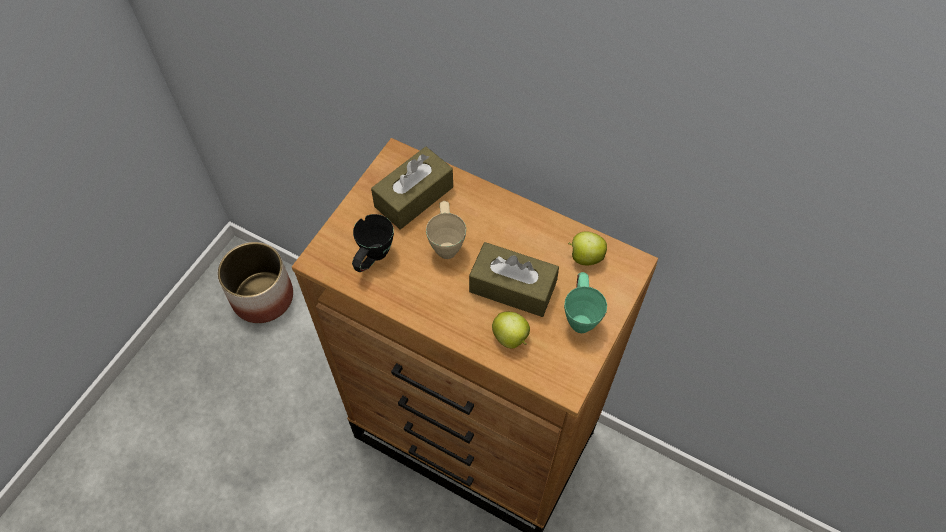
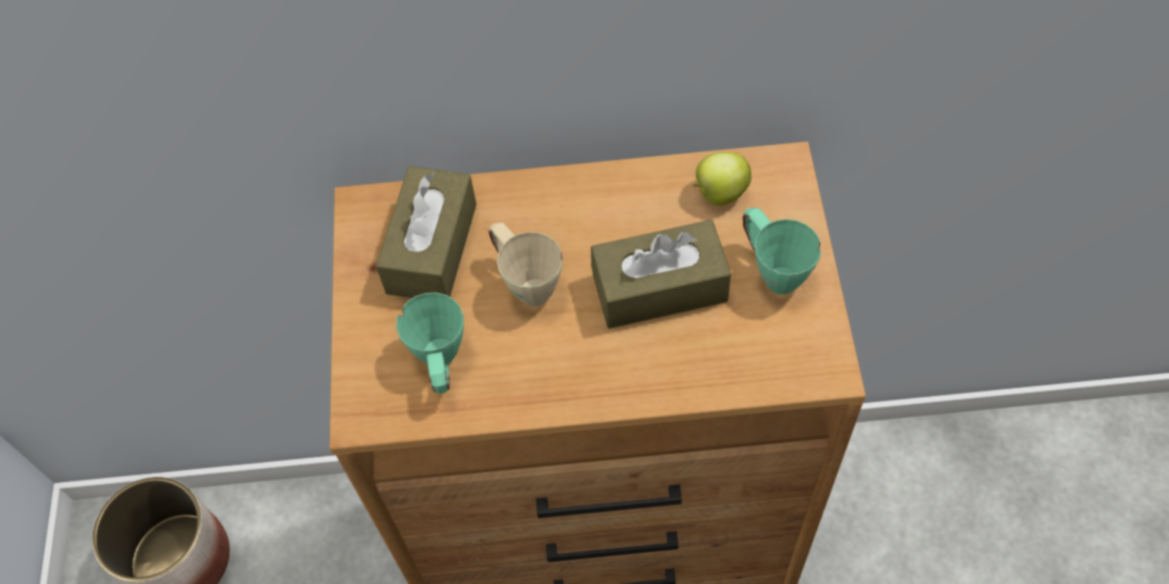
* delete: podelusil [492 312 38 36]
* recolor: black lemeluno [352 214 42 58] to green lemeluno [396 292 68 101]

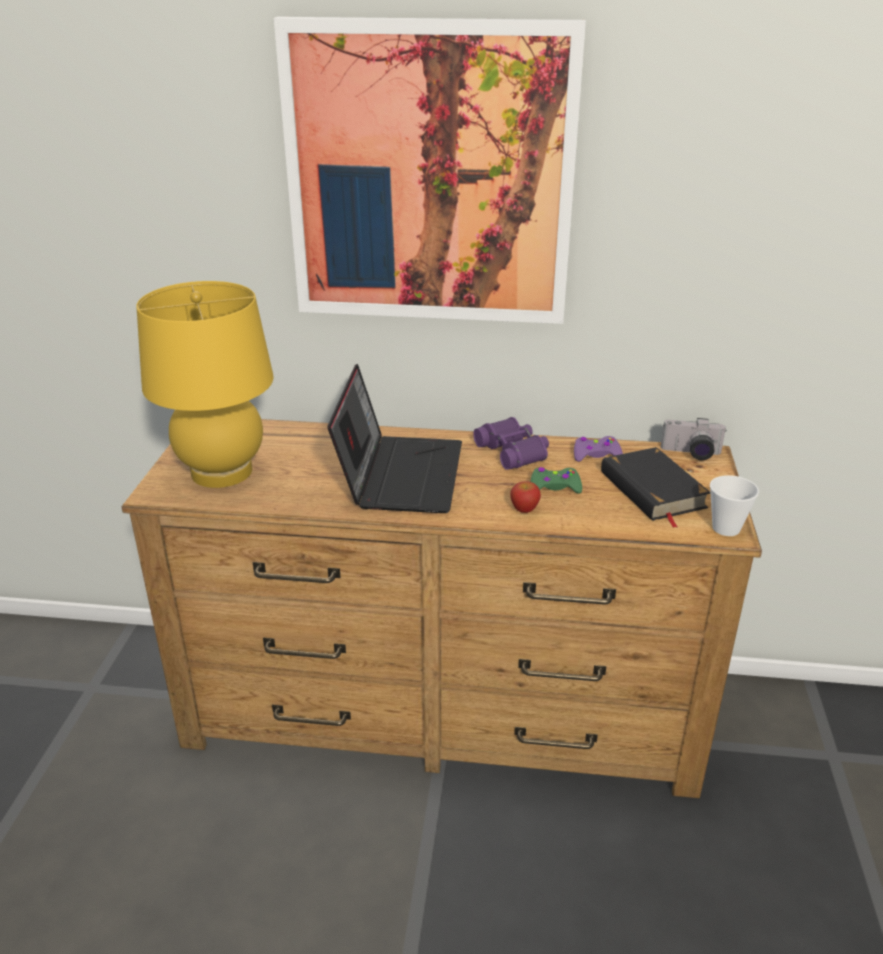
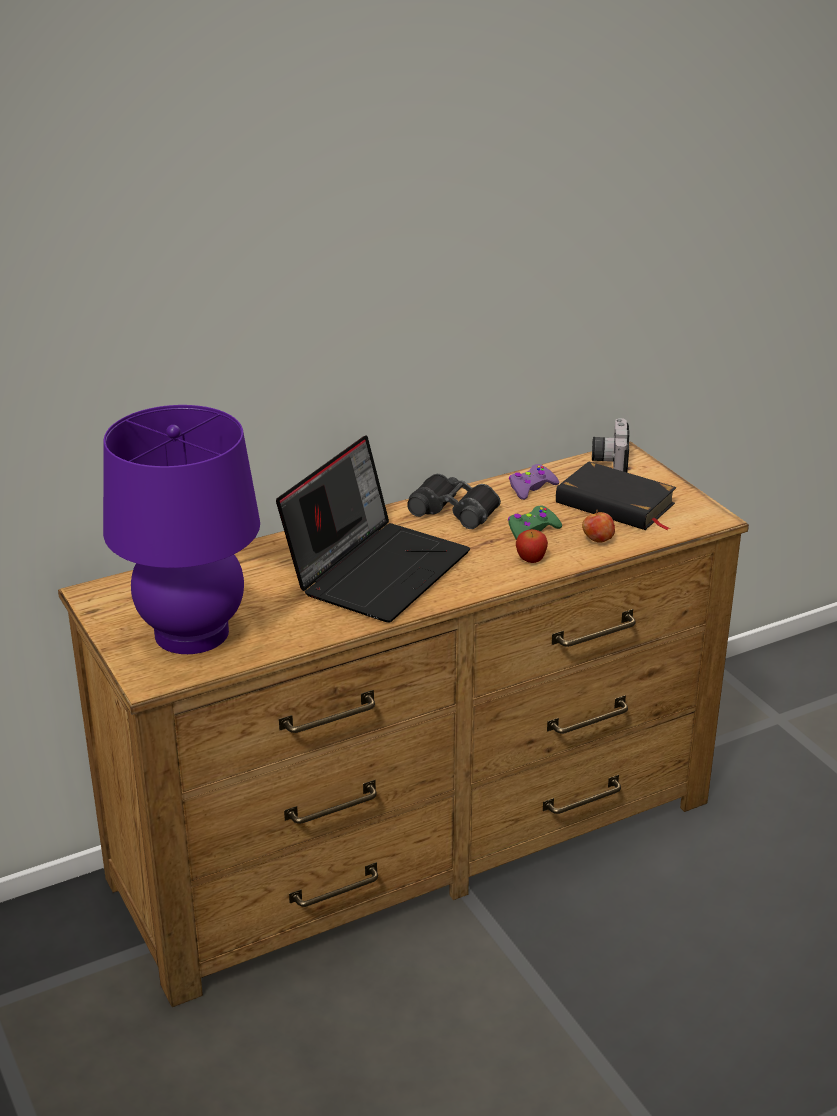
* delete: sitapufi [274 17 312 307]
* delete: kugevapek [710 475 49 61]
* insert: podelusil [582 509 33 34]
* recolor: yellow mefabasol [136 281 138 207] to purple mefabasol [103 405 157 249]
* recolor: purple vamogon [473 417 76 53] to black vamogon [407 474 94 55]
* rotate: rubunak [327 364 135 149] = [276 435 194 188] 60 degrees clockwise
* rotate: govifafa [661 418 65 42] = [592 418 37 54] 120 degrees clockwise

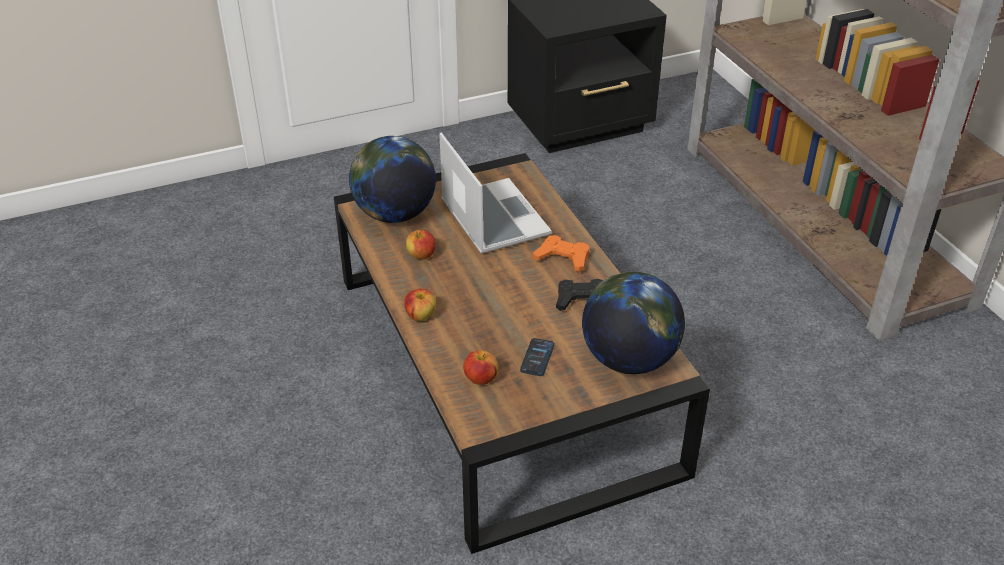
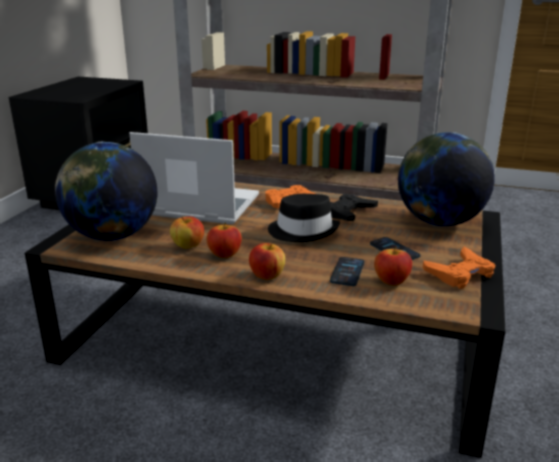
* insert: podelusil [206 222 36 36]
* insert: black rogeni [268 194 72 48]
* insert: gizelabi [330 257 34 29]
* insert: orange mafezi [423 247 72 42]

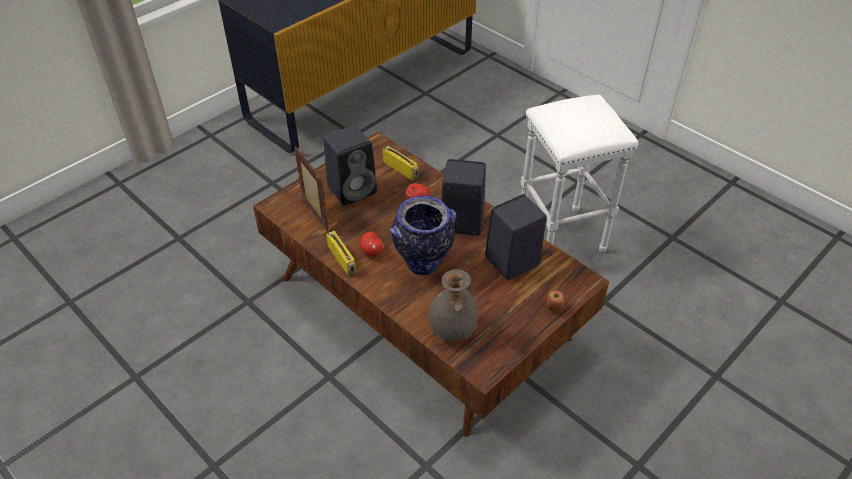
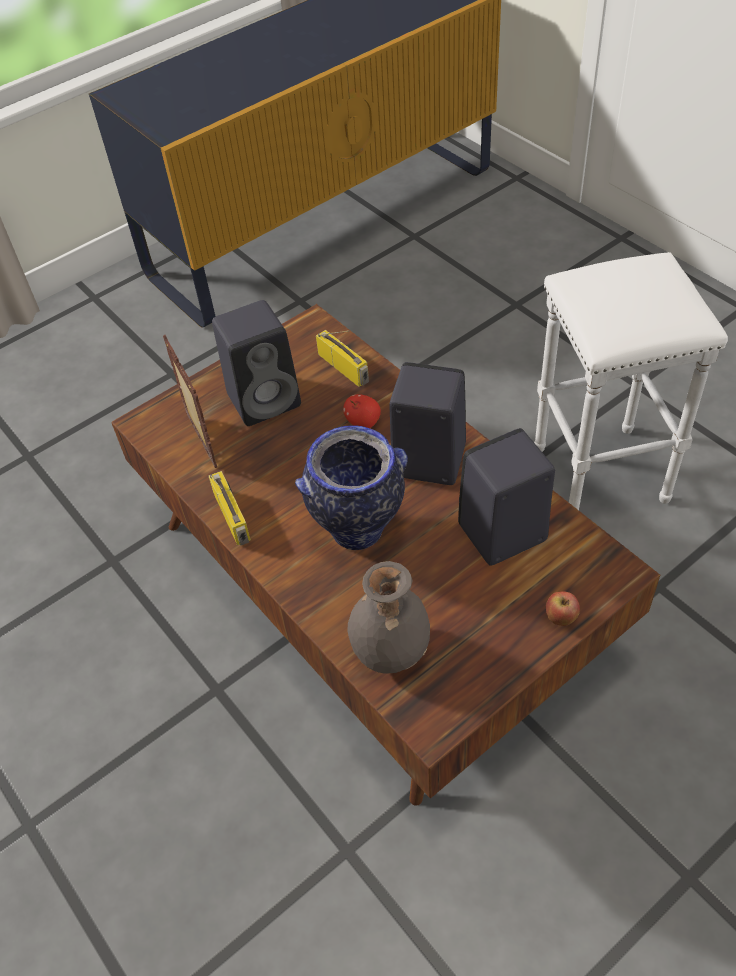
* delete: podelusil [360 232 24 24]

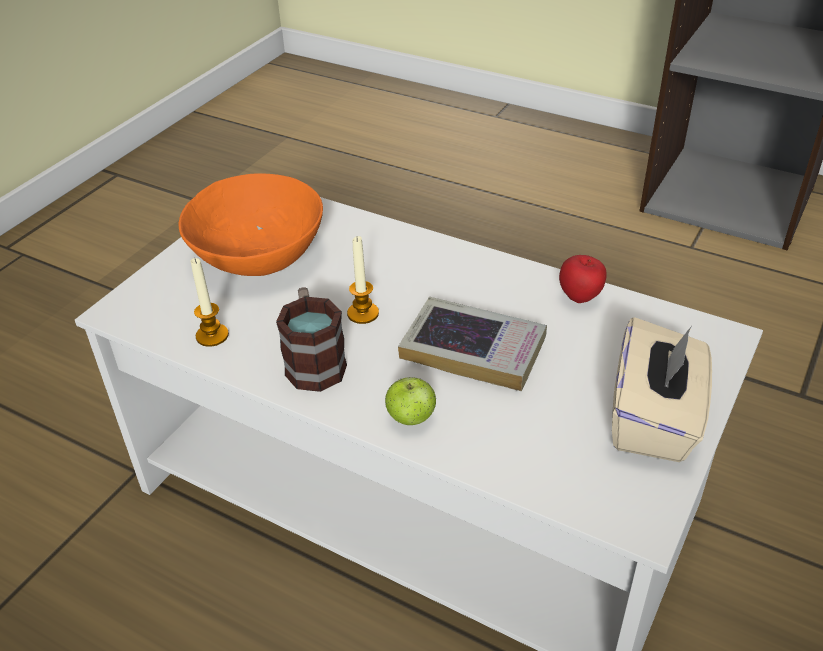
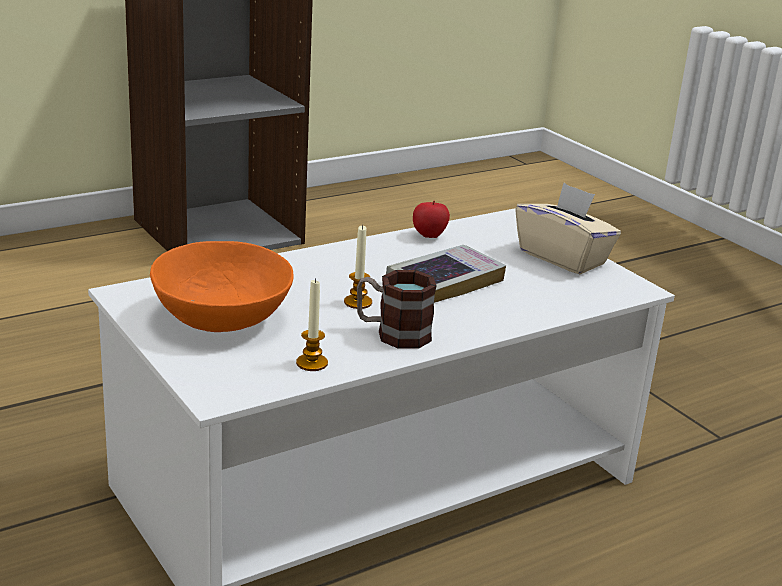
* delete: podelusil [385 377 51 48]

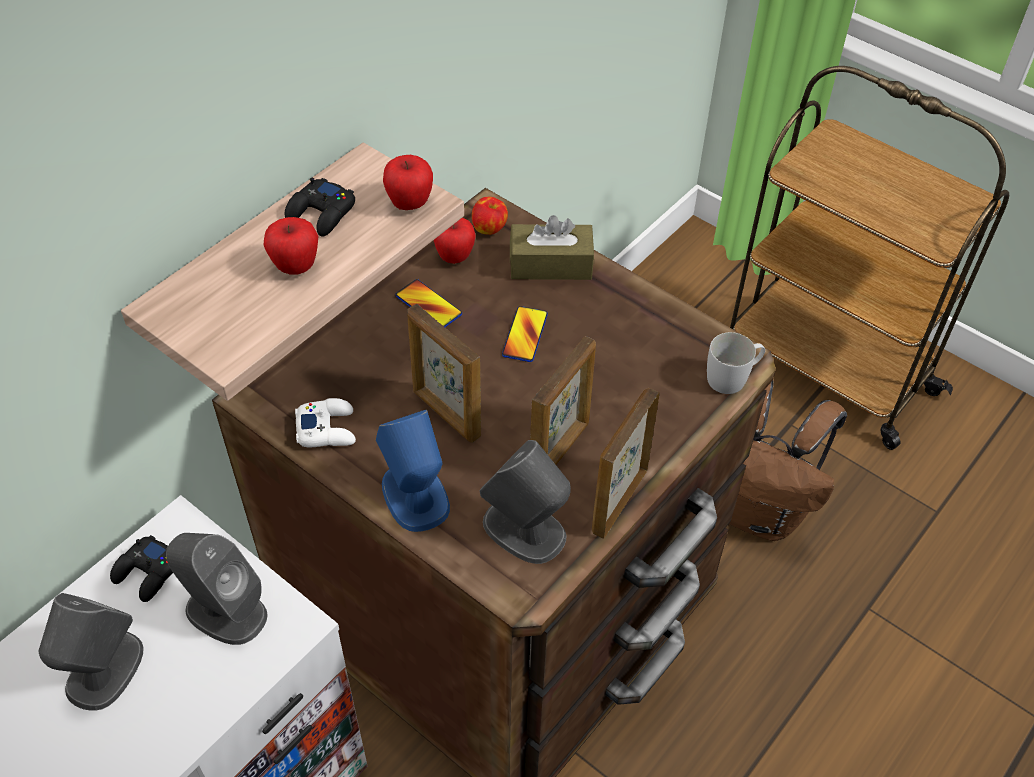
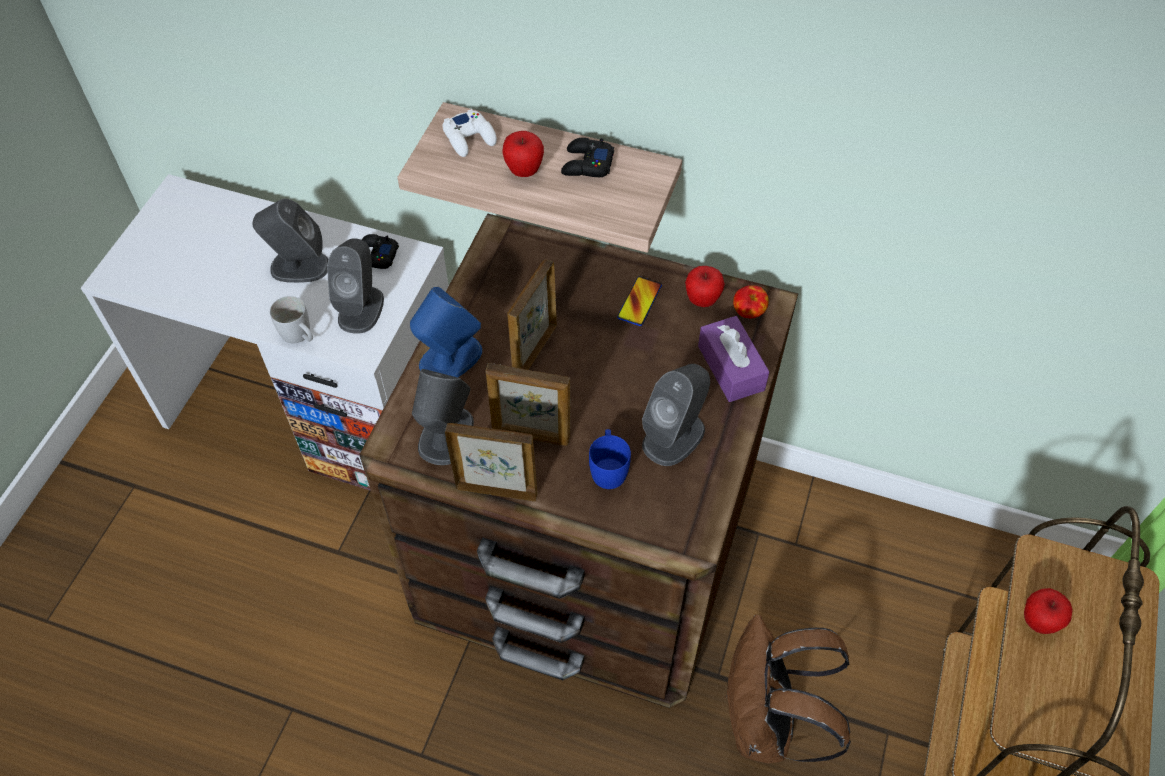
* delete: gizelabi [502 306 46 56]
* insert: blue lemeluno [589 429 42 60]
* insert: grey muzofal [642 364 68 102]
* move: white mafezi [295 398 61 49] to [442 109 55 48]
* move: podelusil [383 155 50 55] to [1024 588 49 46]
* move: white lemeluno [707 332 58 62] to [270 296 43 47]
* recolor: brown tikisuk [510 215 84 65] to purple tikisuk [698 316 71 86]

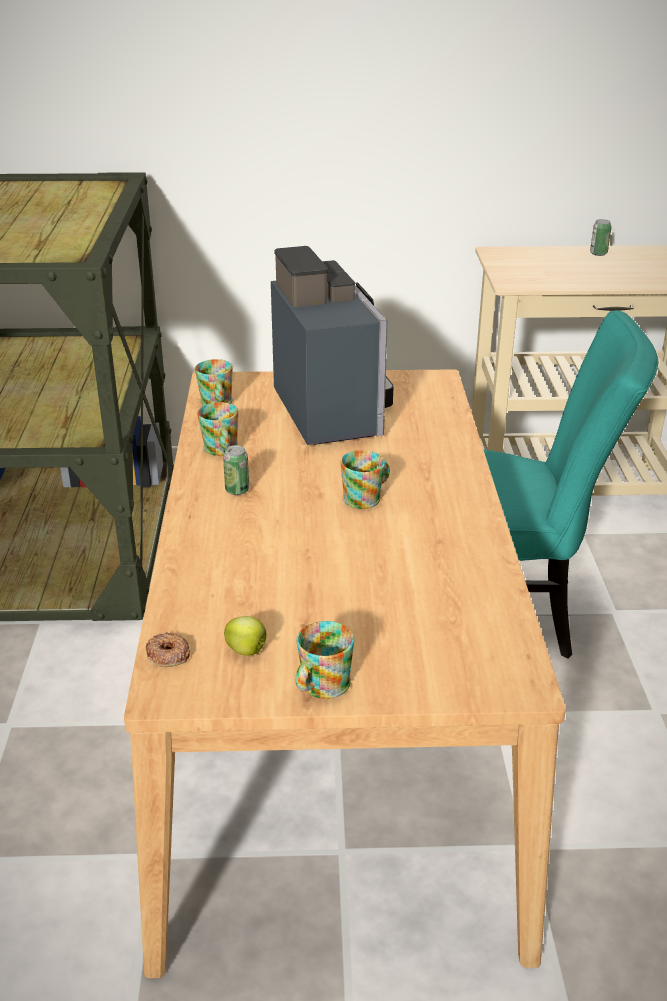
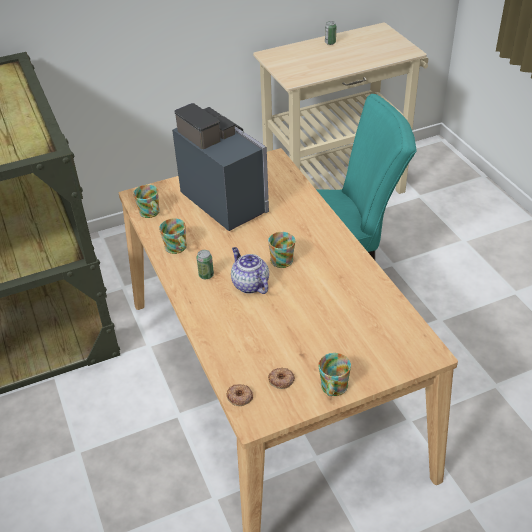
* insert: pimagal [231 247 38 47]
* replace: podelusil [224 616 42 40] to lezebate [268 368 27 21]

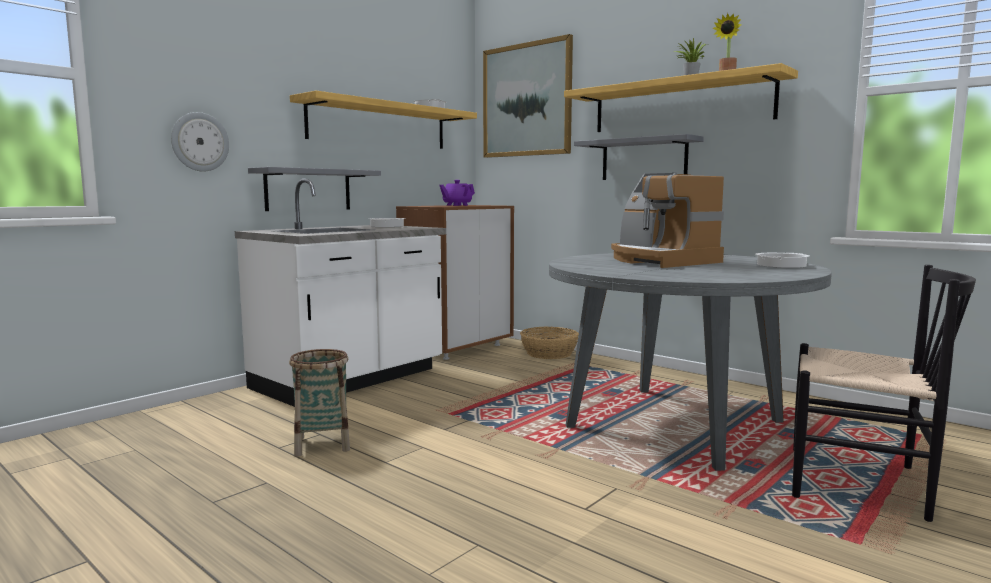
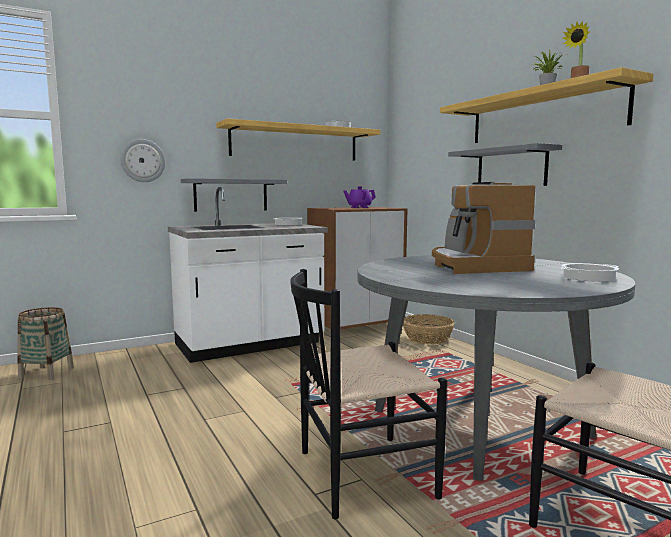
* delete: sitapufi [483 34 90 124]
* insert: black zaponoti [290 269 157 251]
* move: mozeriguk [289 349 61 107] to [18 307 56 73]

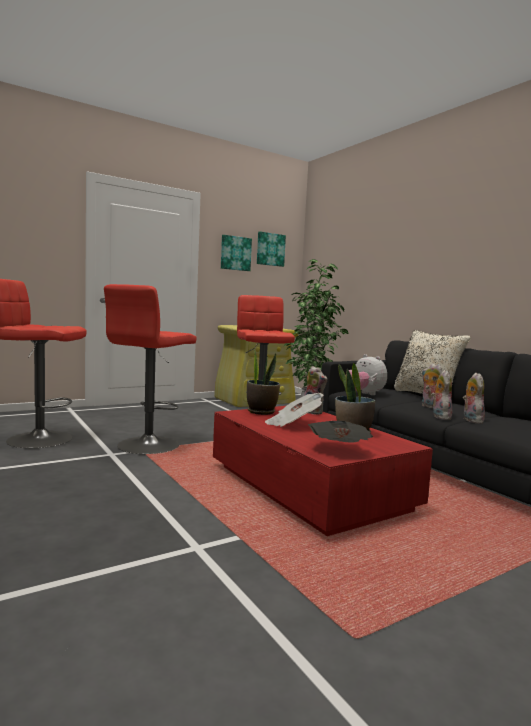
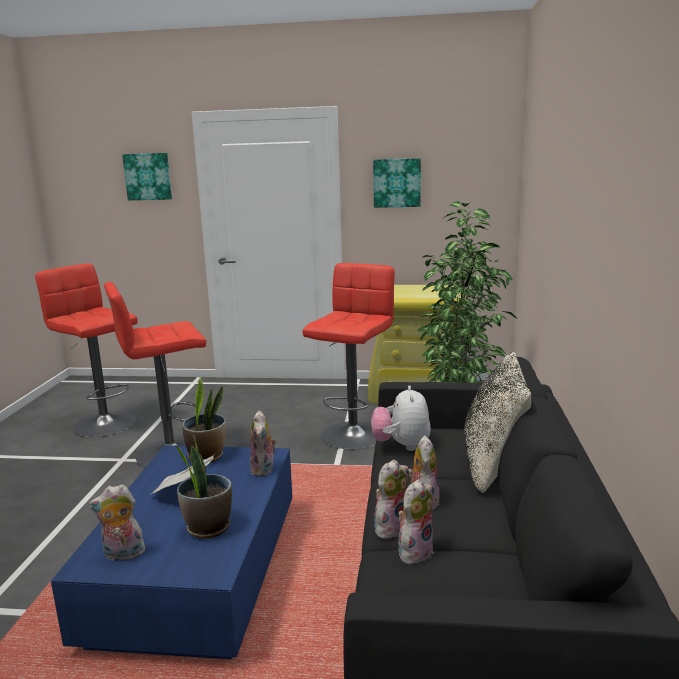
* move: sitapufi [257 232 29 35] to [122 153 50 47]
* replace: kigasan [308 421 65 22] to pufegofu [89 484 58 77]
* recolor: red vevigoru [213 406 220 130] to blue vevigoru [51 445 241 214]

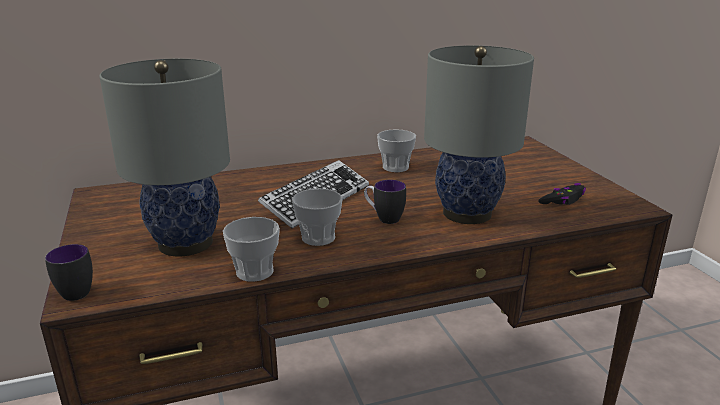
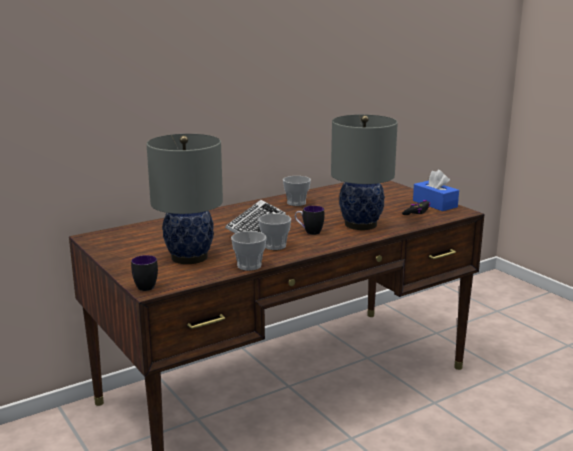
* insert: blue tikisuk [413 170 46 41]

